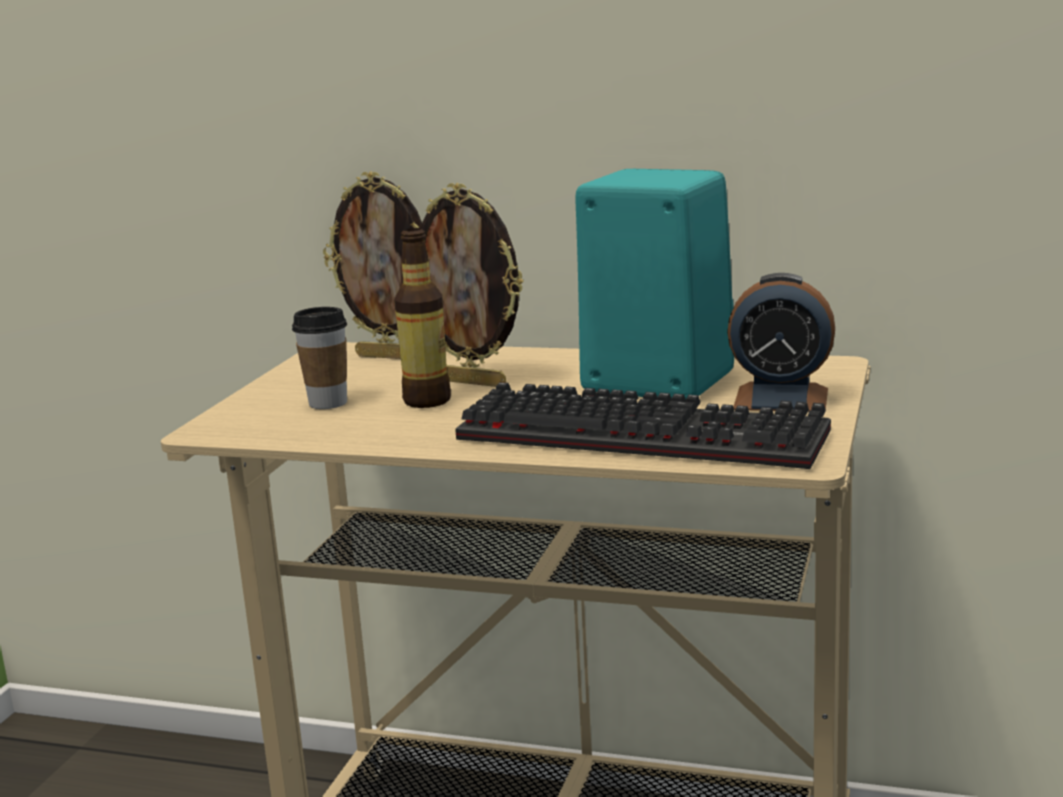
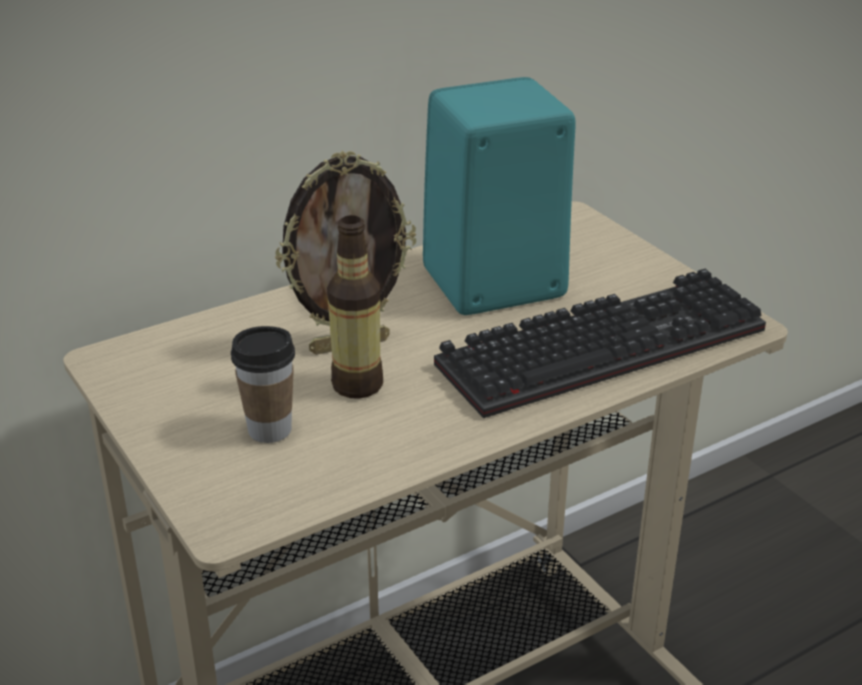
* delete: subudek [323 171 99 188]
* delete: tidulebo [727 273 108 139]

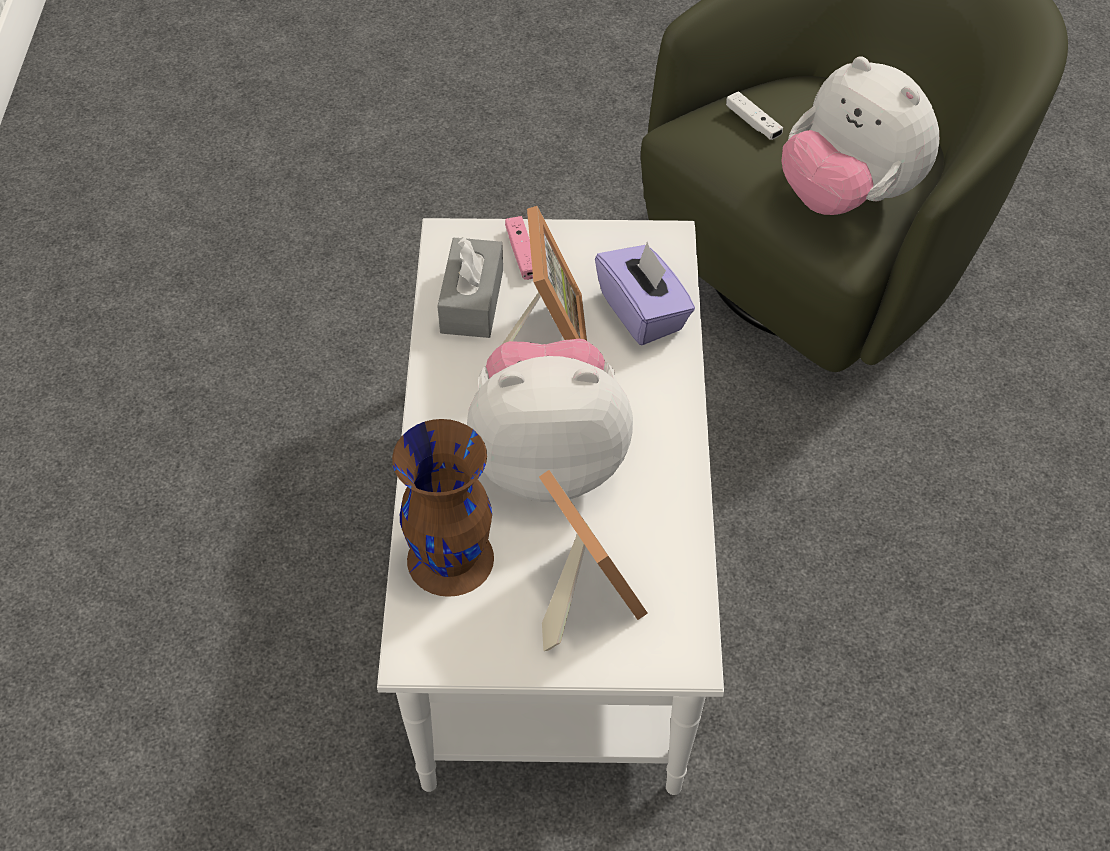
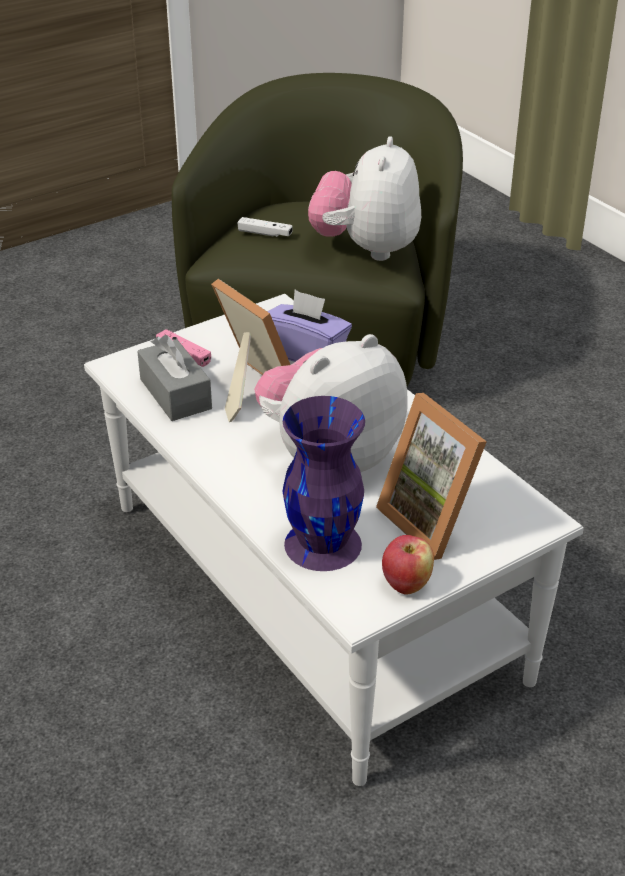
* insert: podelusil [382 535 52 60]
* recolor: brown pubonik [392 419 102 178] to purple pubonik [283 396 82 175]
* rotate: subudek [539 470 109 181] = [376 393 111 167] 150 degrees counterclockwise
* rotate: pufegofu [782 56 157 159] = [308 136 113 125] 90 degrees clockwise

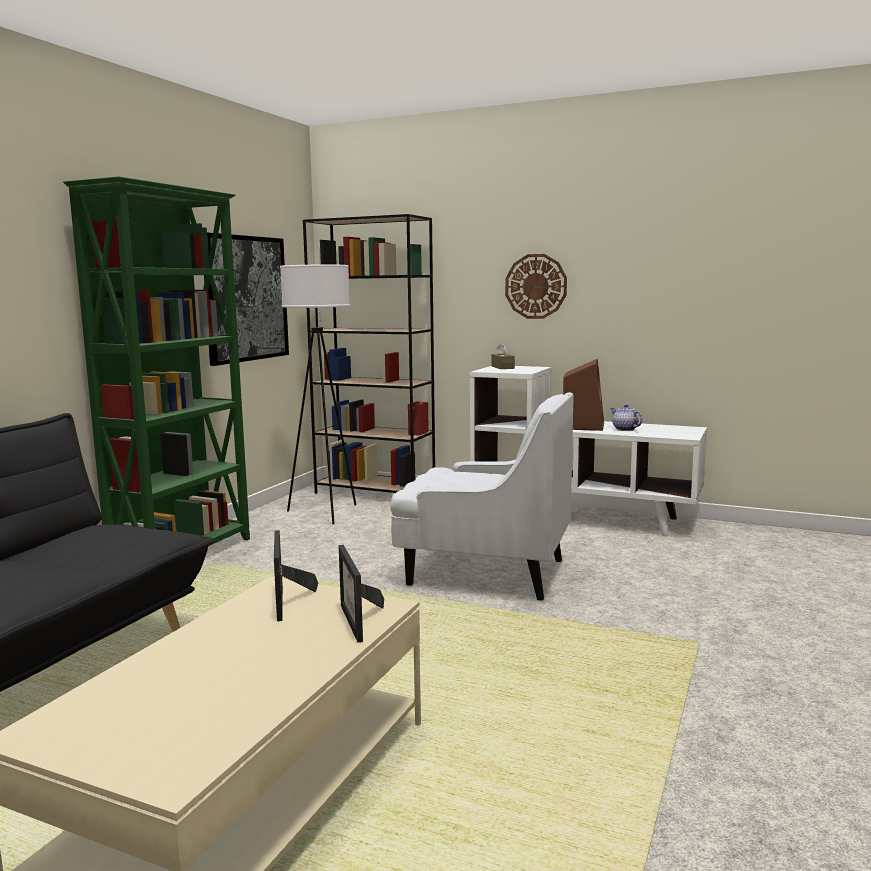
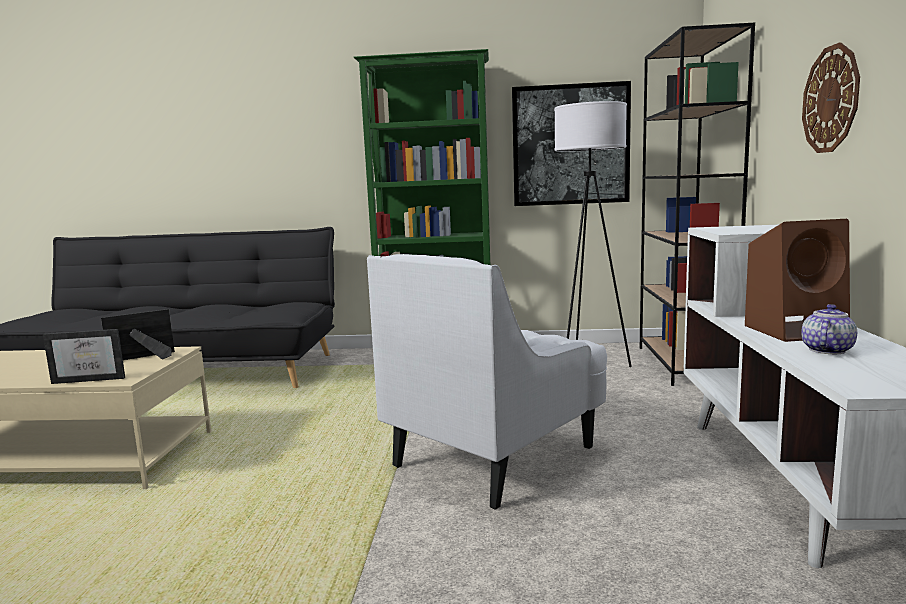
* delete: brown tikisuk [491 343 24 26]
* rotate: subudek [338 545 46 98] = [43 329 82 55] 150 degrees counterclockwise
* rotate: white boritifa [390 392 184 209] = [367 254 240 256] 45 degrees clockwise

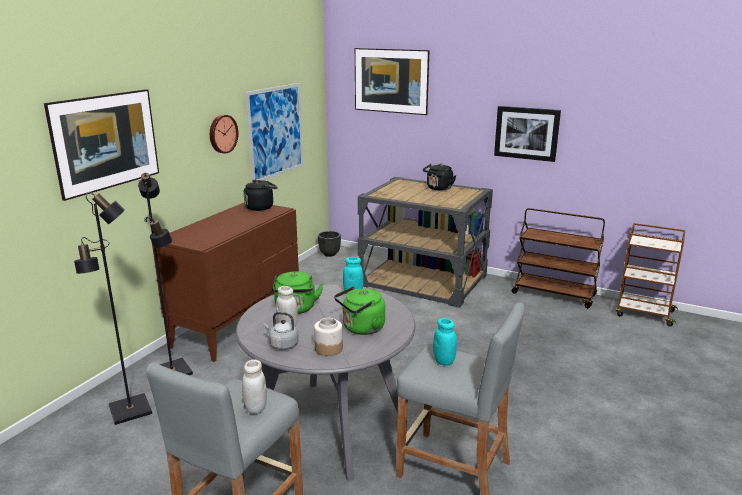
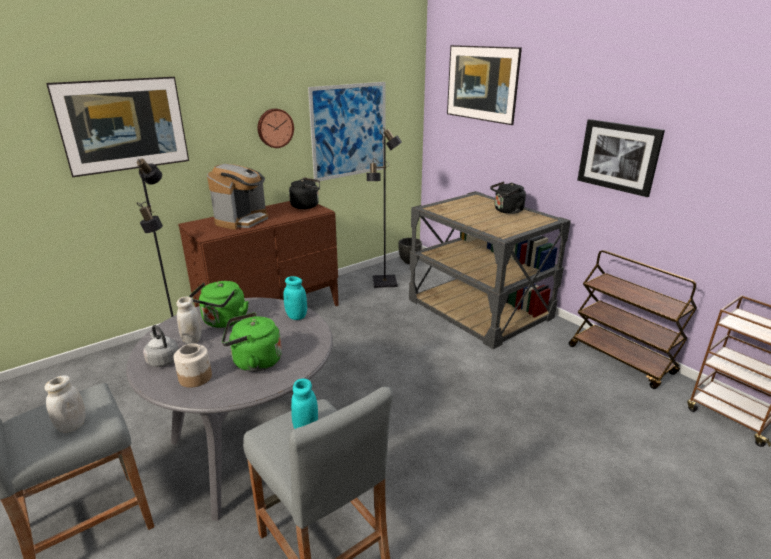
* insert: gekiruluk [207 164 61 66]
* move: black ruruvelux [74 192 78 233] to [367 127 35 161]

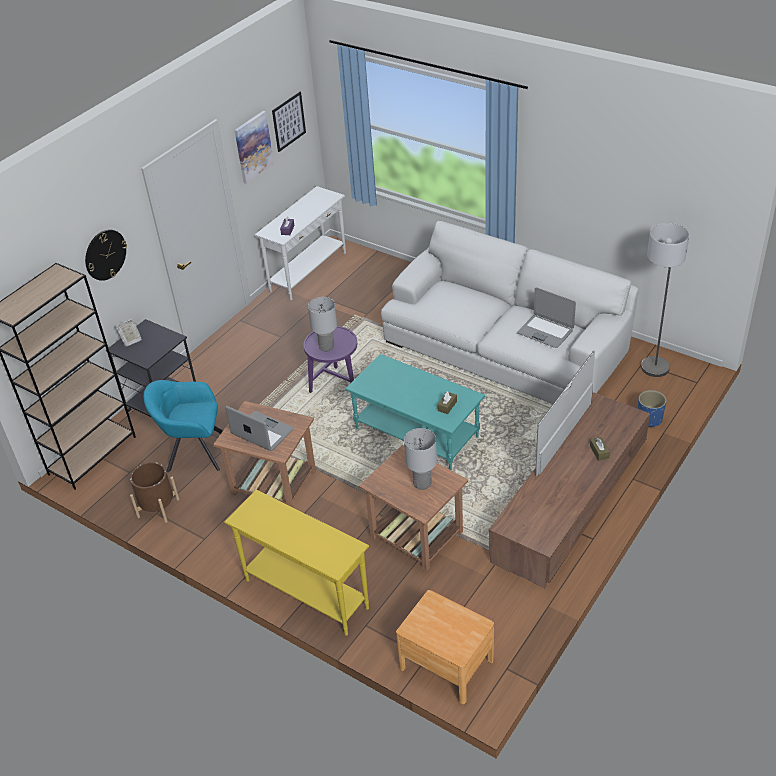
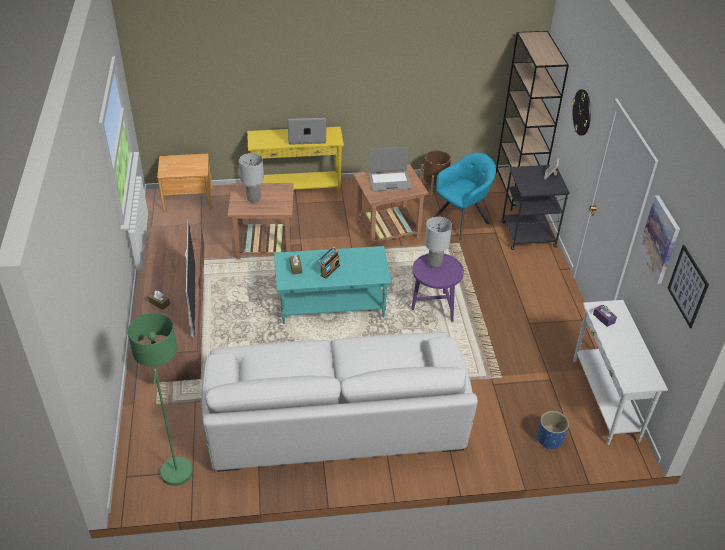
* insert: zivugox [318 247 22 31]
* move: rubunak [517 287 59 61] to [288 118 38 27]
* move: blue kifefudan [638 390 28 37] to [538 411 31 39]
* recolor: grey ruruvelux [641 223 48 154] to green ruruvelux [128 313 65 173]

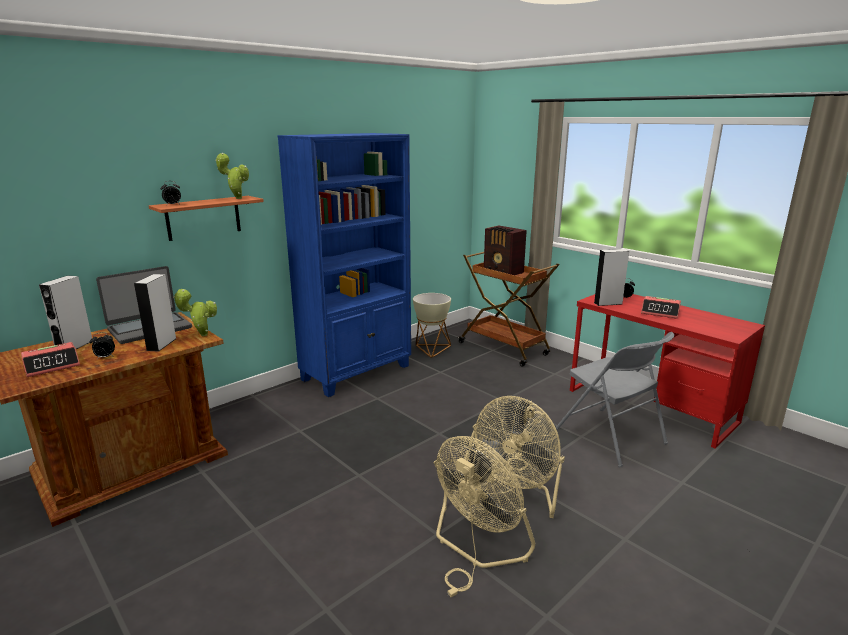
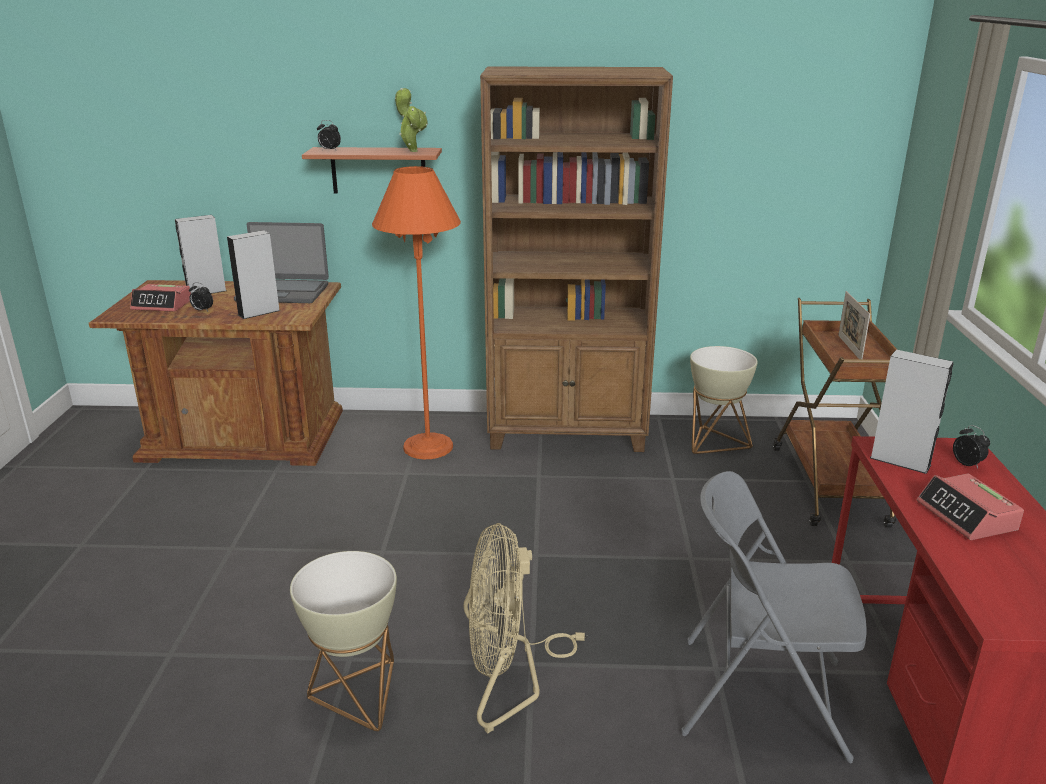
* delete: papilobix [173 289 44 47]
* insert: orange ruruvelux [372 166 89 293]
* replace: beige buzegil [434 436 101 161] to kifefudan [290 551 107 180]
* replace: zivugox [484 226 43 49] to subudek [838 291 32 68]
* recolor: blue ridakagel [277 133 134 264] to brown ridakagel [480 66 193 386]
* rotate: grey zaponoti [556 332 119 136] = [681 471 186 292] 90 degrees clockwise

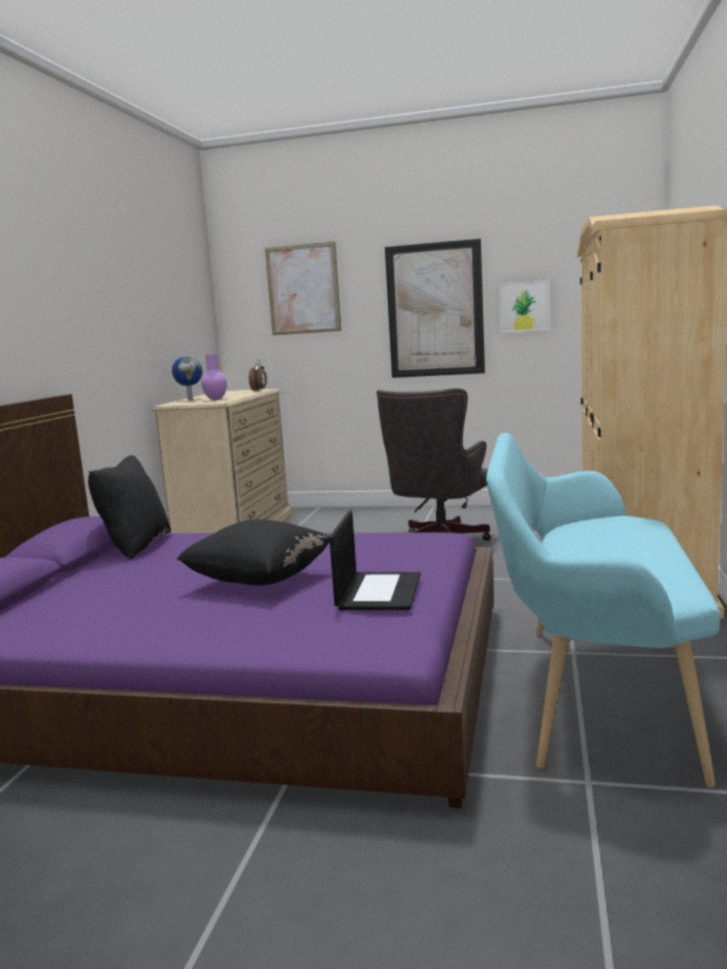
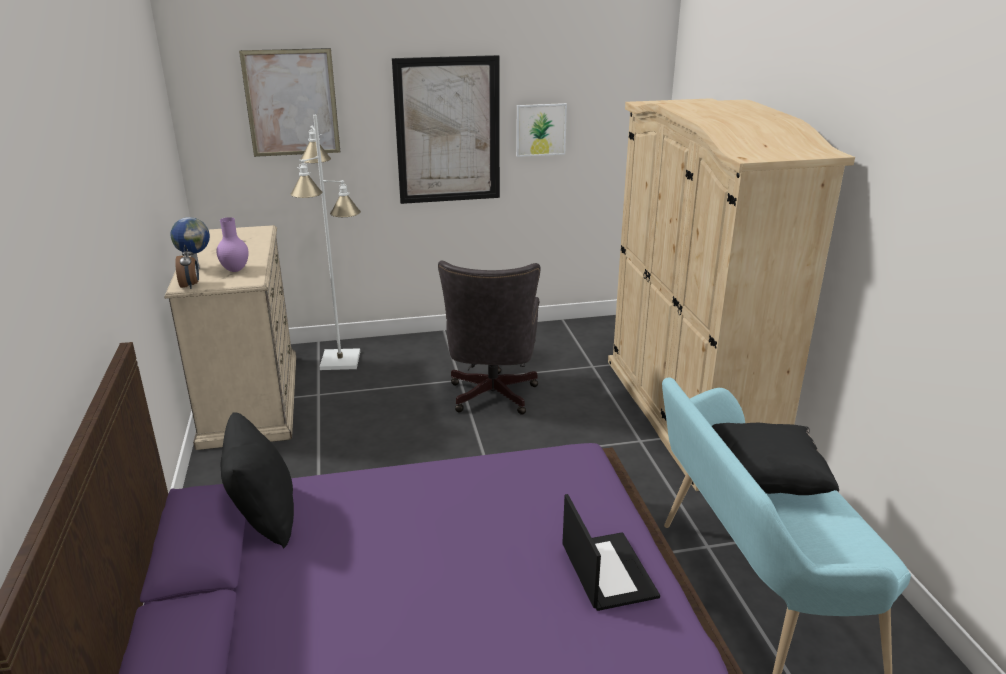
* insert: white ruruvelux [290 115 71 255]
* move: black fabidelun [177 519 153 67] to [712 423 127 72]
* move: tidulebo [249 359 18 32] to [175 245 24 44]

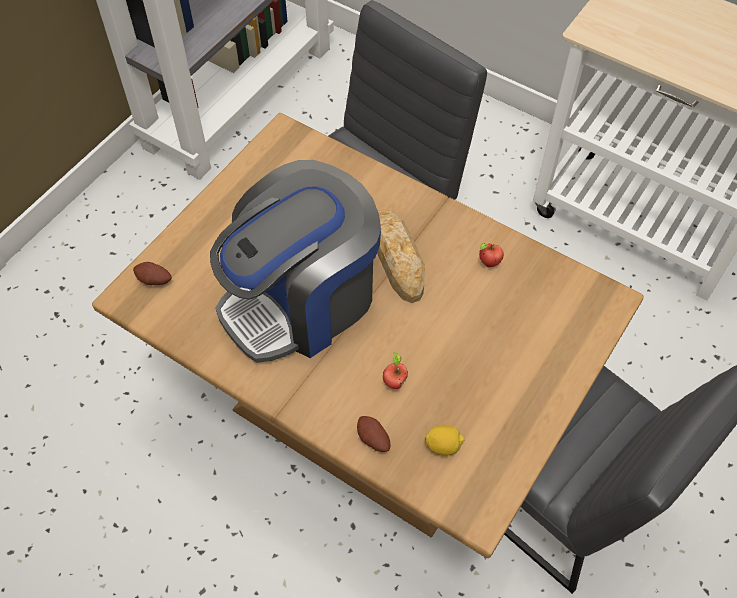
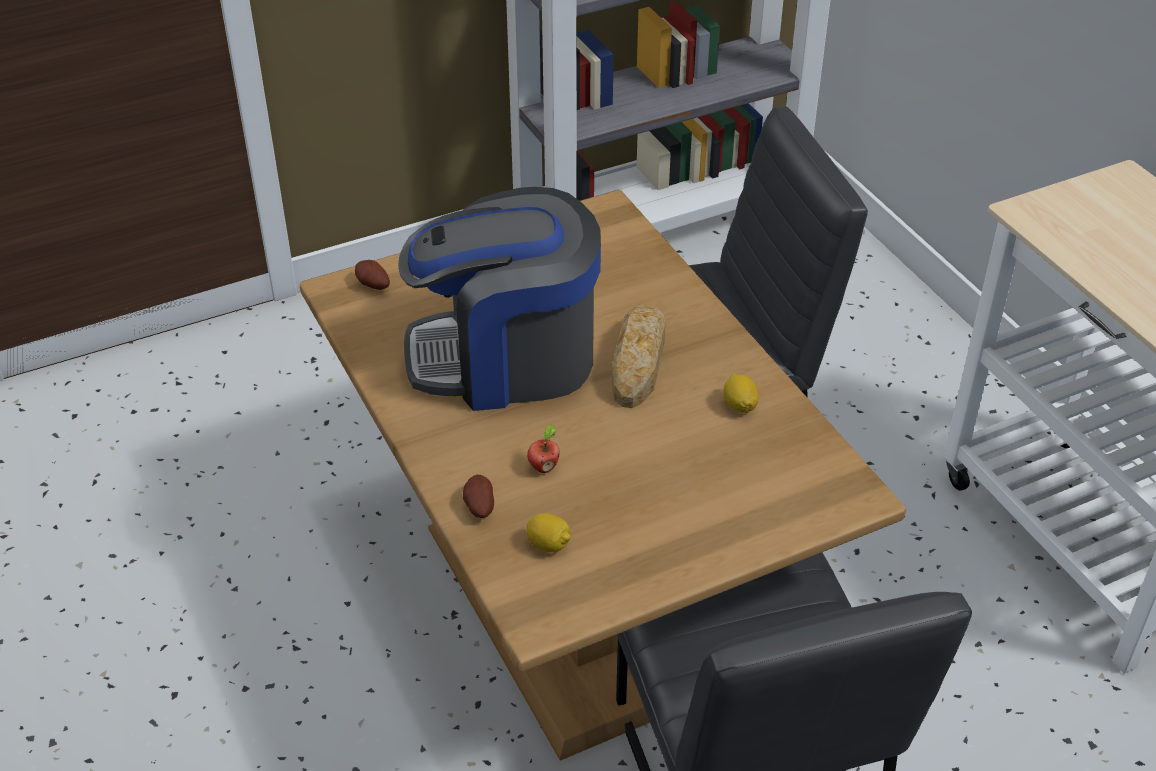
* replace: podelusil [479 243 25 24] to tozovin [724 374 35 39]

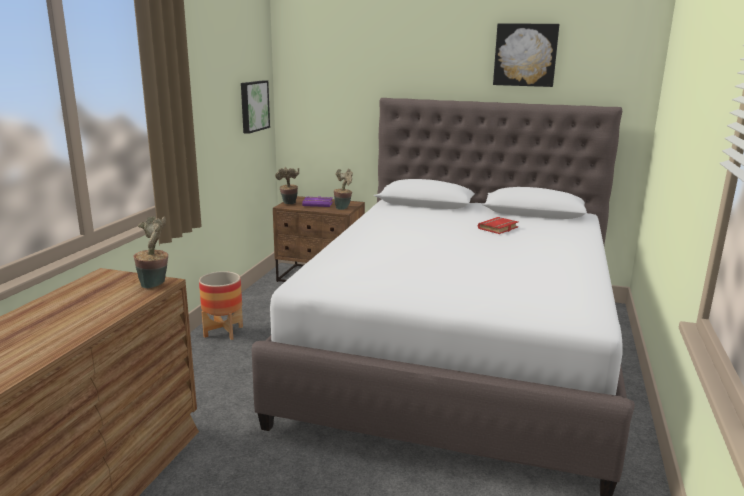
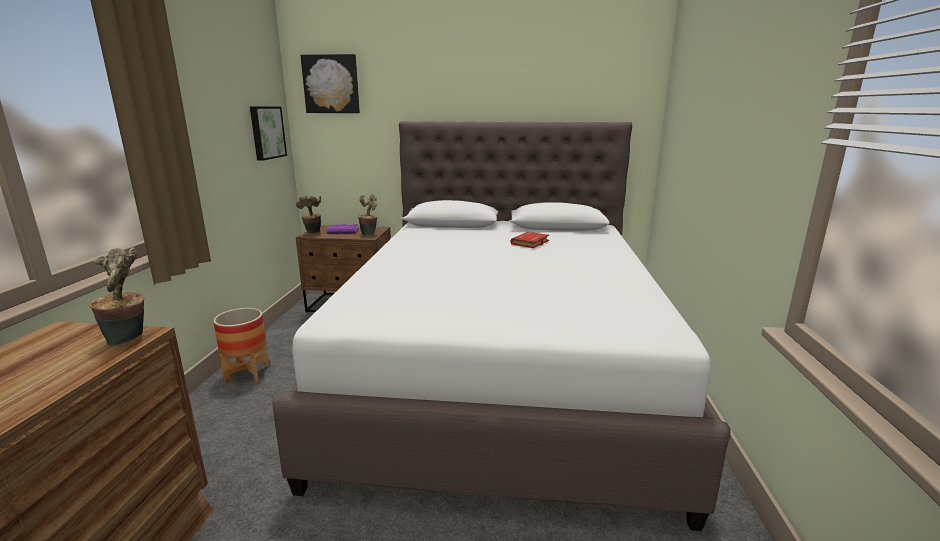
* move: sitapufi [493 23 66 64] to [301 54 59 59]

